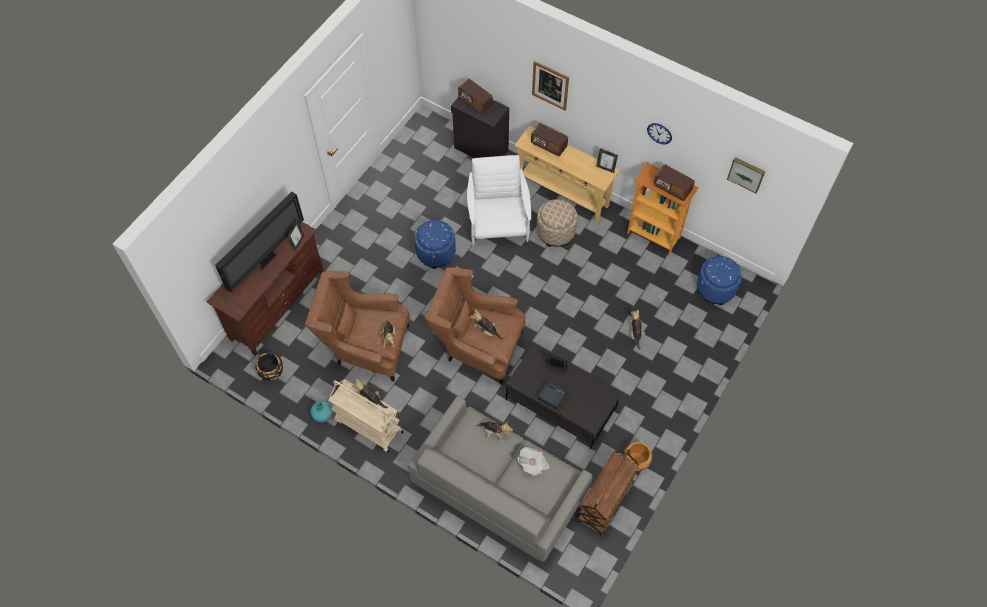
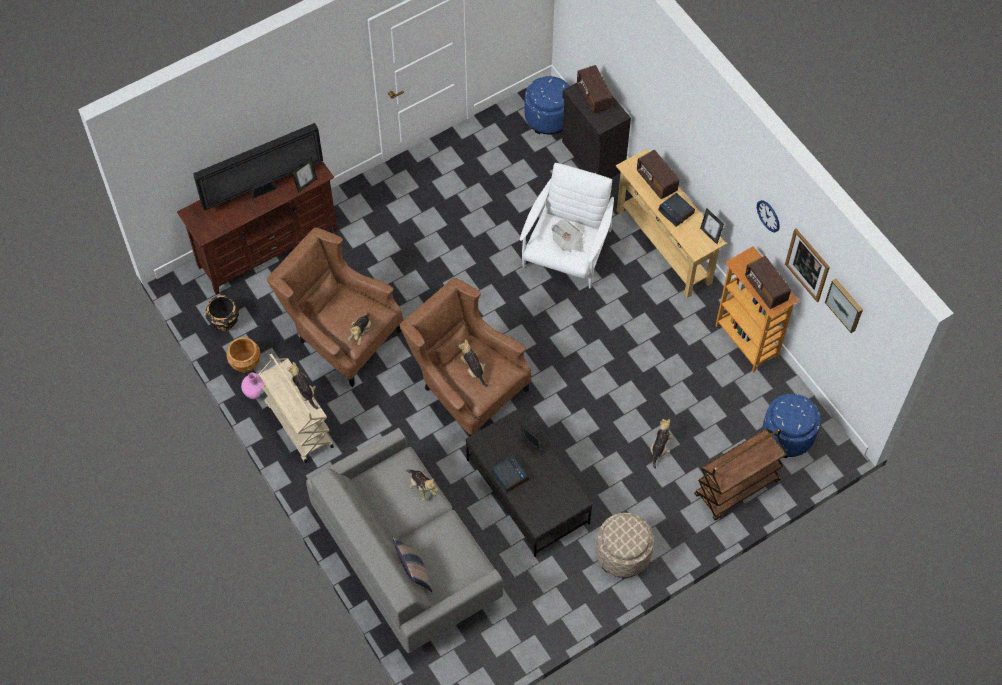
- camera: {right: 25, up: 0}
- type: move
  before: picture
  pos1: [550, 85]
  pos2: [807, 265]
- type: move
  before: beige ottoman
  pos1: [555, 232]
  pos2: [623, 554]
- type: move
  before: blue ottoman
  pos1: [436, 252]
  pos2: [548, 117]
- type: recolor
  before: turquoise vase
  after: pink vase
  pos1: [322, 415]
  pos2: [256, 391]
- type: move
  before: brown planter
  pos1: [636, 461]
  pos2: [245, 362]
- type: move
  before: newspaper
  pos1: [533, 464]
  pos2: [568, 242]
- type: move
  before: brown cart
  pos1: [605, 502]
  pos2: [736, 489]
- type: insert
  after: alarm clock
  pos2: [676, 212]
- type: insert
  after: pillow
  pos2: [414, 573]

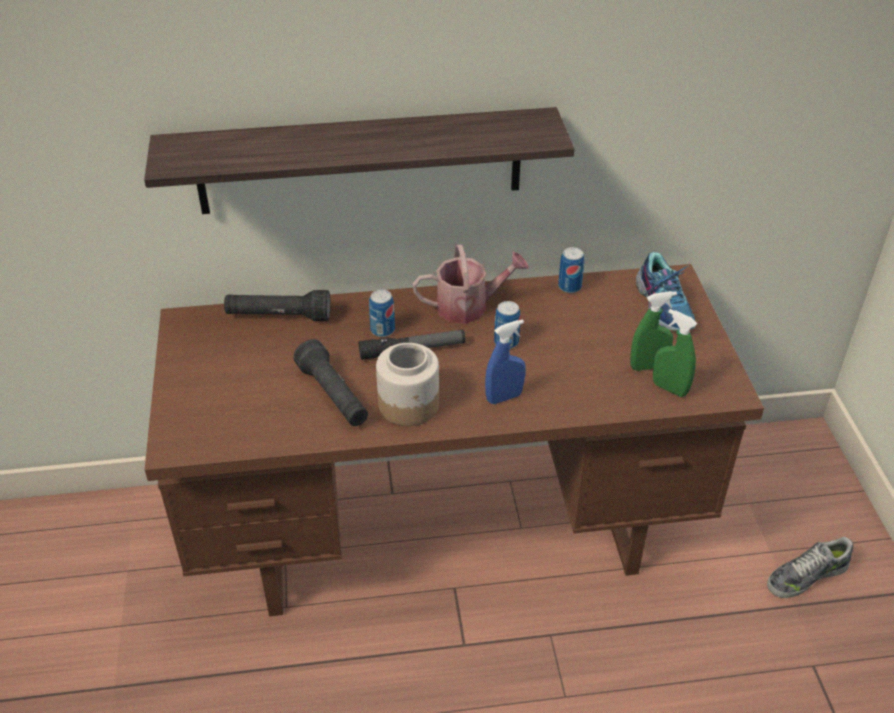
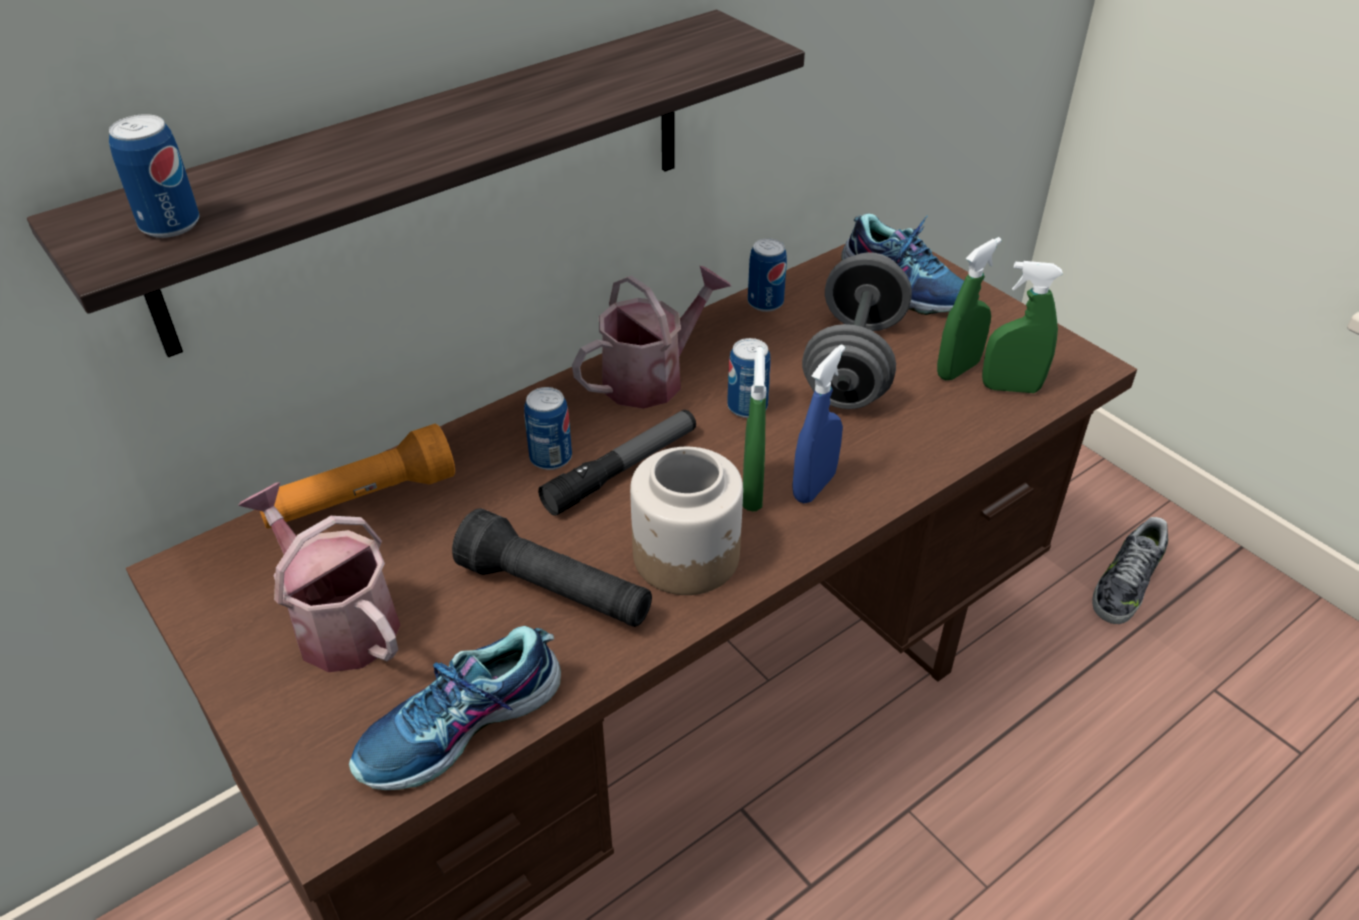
- camera: {right: -30, up: 0}
- type: recolor
  before: black flashlight
  after: orange flashlight
  pos1: [279, 316]
  pos2: [360, 500]
- type: insert
  after: can
  pos2: [170, 225]
- type: insert
  after: grey dumbbell
  pos2: [854, 363]
- type: insert
  after: green spray bottle
  pos2: [752, 492]
- type: insert
  after: watering can
  pos2: [338, 621]
- type: insert
  after: shoe
  pos2: [462, 727]

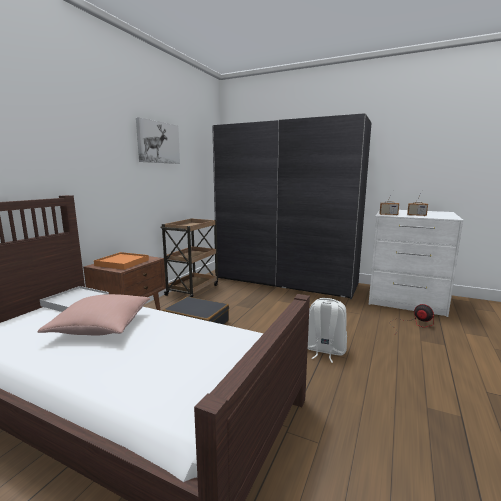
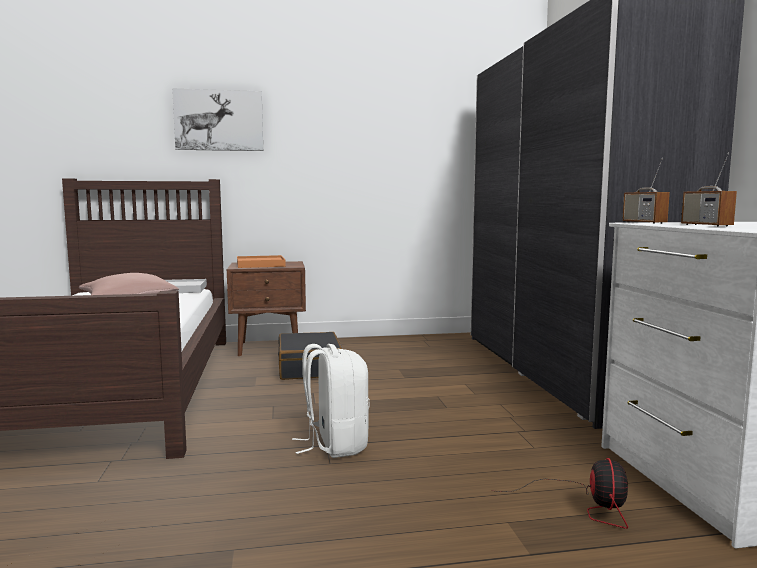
- camera: {right: 55, up: -5}
- type: move
  before: picture
  pos1: [158, 142]
  pos2: [219, 120]
- type: delete
  before: brown cart
  pos1: [193, 289]

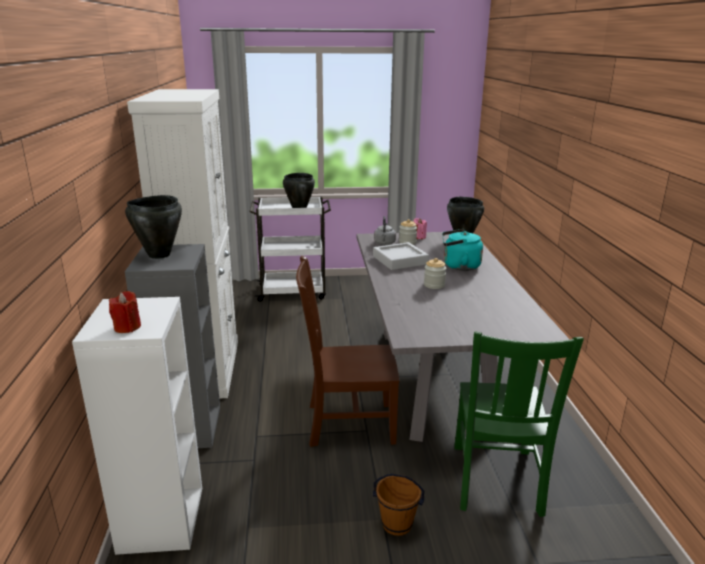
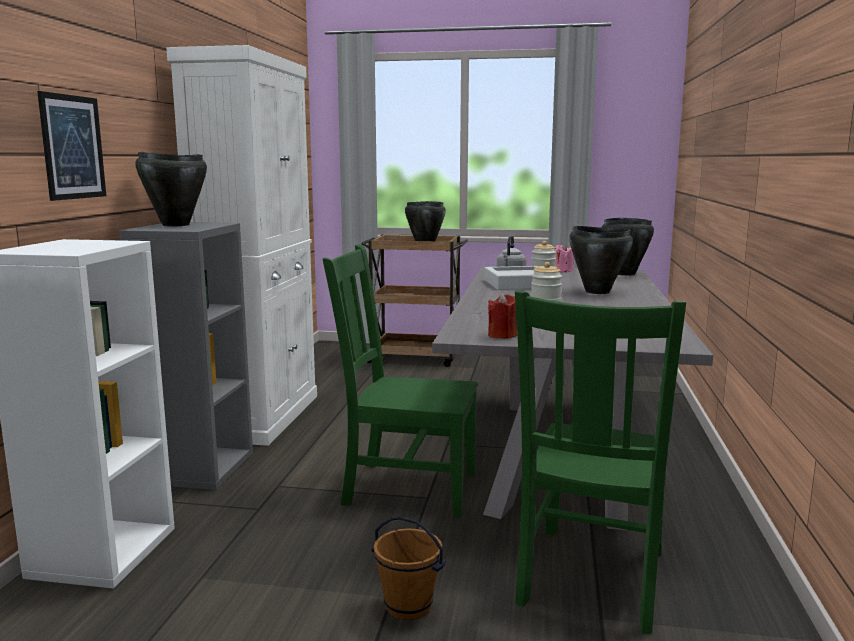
- camera: {right: 15, up: -10}
- type: recolor
  before: white cart
  after: brown cart
  pos1: [293, 292]
  pos2: [416, 357]
- type: replace
  before: turquoise kettle
  after: black cooking pot
  pos1: [459, 266]
  pos2: [597, 292]
- type: recolor
  before: brown chair
  after: green chair
  pos1: [347, 423]
  pos2: [405, 487]
- type: move
  before: red candle
  pos1: [127, 327]
  pos2: [502, 335]
- type: insert
  after: picture
  pos2: [73, 147]

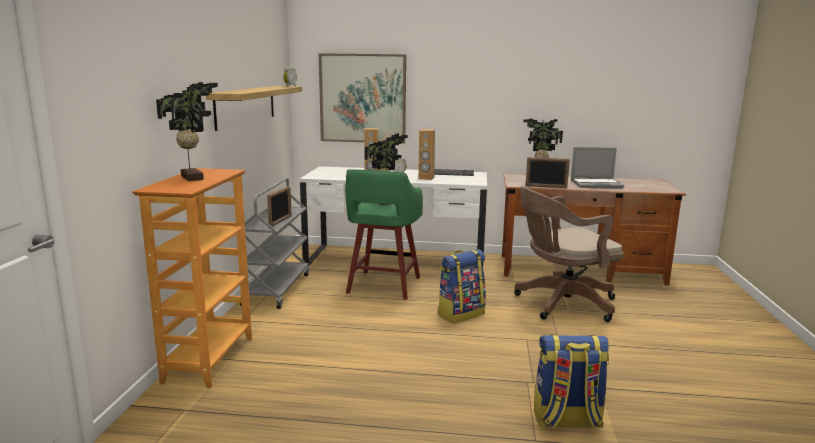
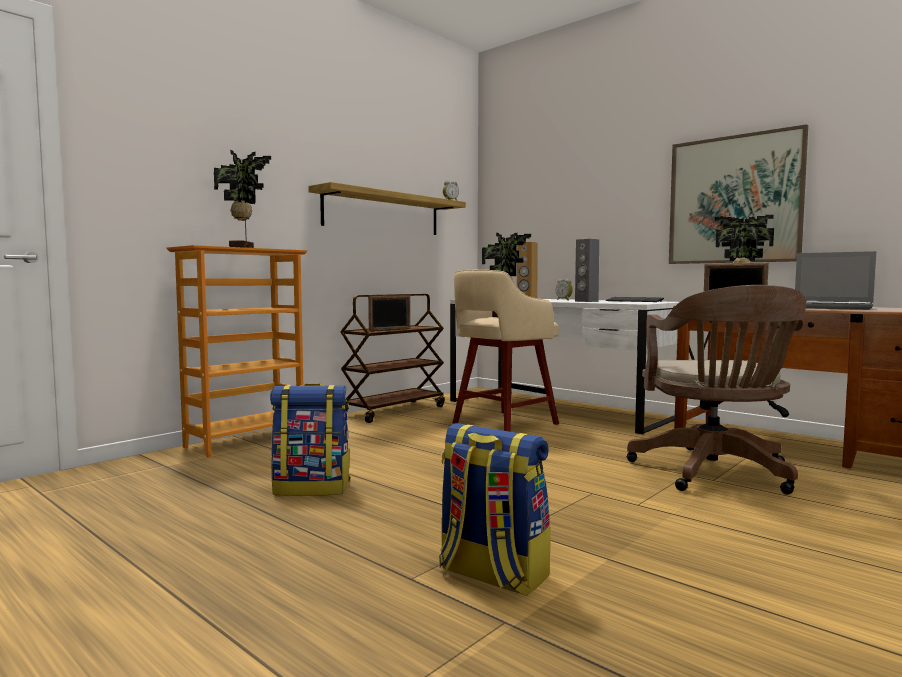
- camera: {right: 35, up: -10}
- type: move
  before: picture
  pos1: [362, 98]
  pos2: [734, 200]
- type: recolor
  before: brown speaker
  after: grey speaker
  pos1: [426, 178]
  pos2: [586, 301]
- type: recolor
  before: green stool
  after: beige stool
  pos1: [383, 286]
  pos2: [502, 424]
- type: recolor
  before: grey cart
  after: brown cart
  pos1: [276, 289]
  pos2: [394, 411]
- type: rotate
  before: brown office chair
  pos1: [561, 304]
  pos2: [715, 474]
  turn: -105
- type: move
  before: backpack
  pos1: [460, 314]
  pos2: [312, 488]

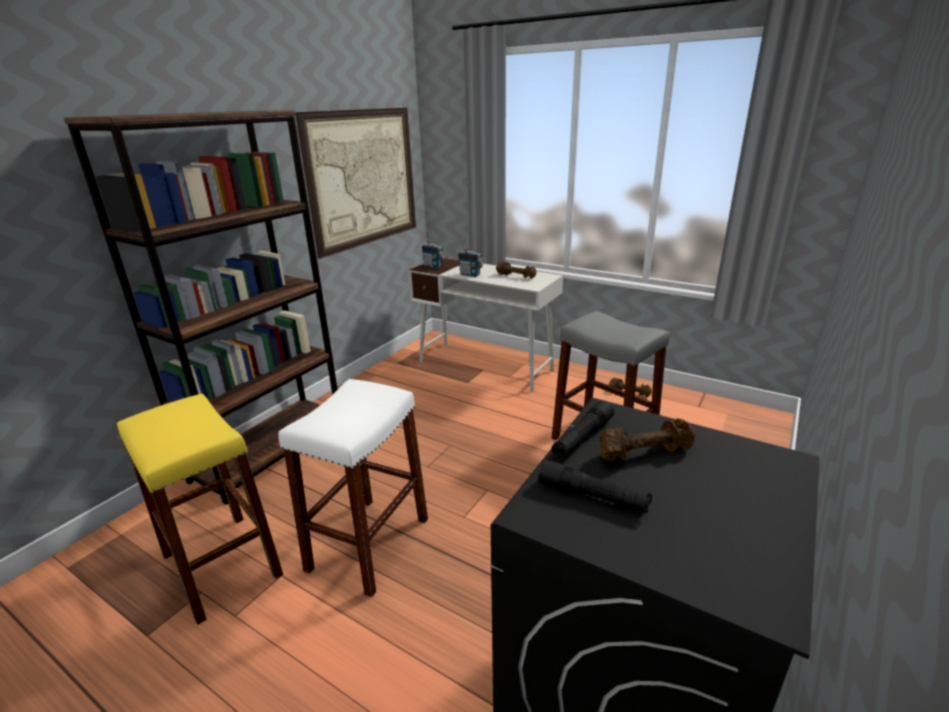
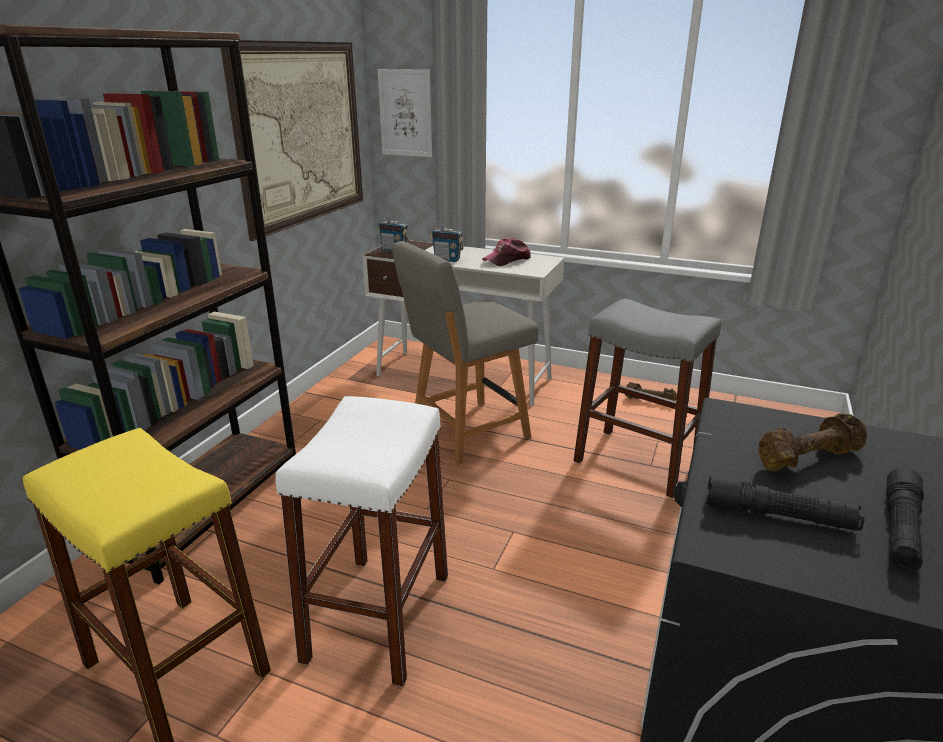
- camera: {right: -10, up: 0}
- type: replace
  before: brown dumbbell
  after: cap
  pos1: [516, 276]
  pos2: [507, 260]
- type: move
  before: black flashlight
  pos1: [582, 437]
  pos2: [900, 530]
- type: insert
  after: picture
  pos2: [405, 113]
- type: insert
  after: grey chair
  pos2: [466, 432]

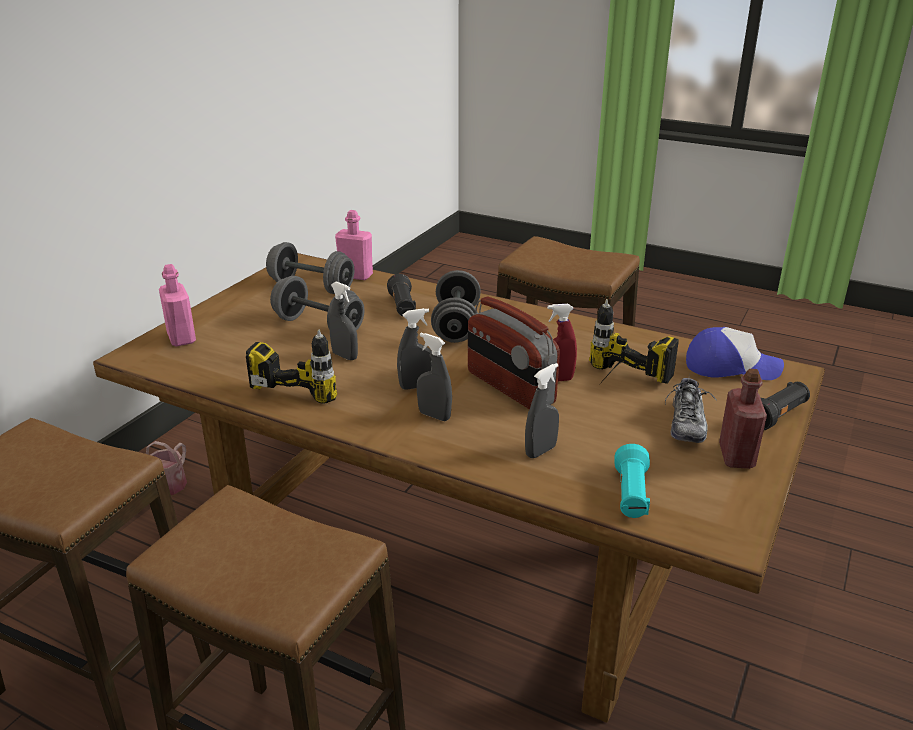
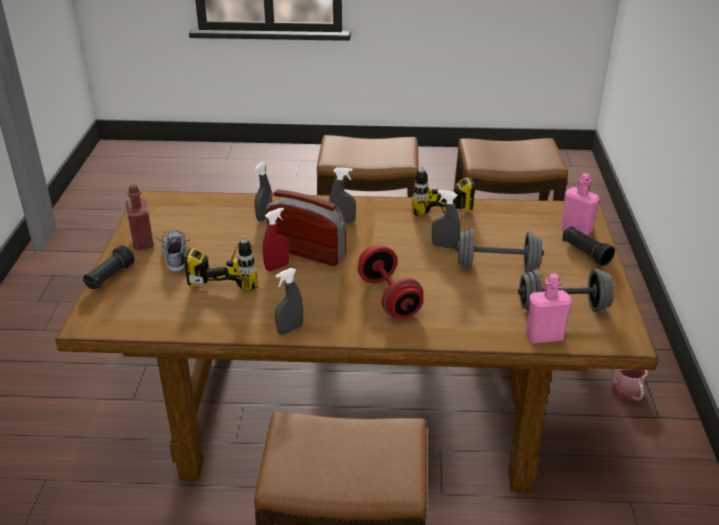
- camera: {right: 155, up: 5}
- type: recolor
  before: grey dumbbell
  after: red dumbbell
  pos1: [456, 326]
  pos2: [389, 298]
- type: move
  before: black flashlight
  pos1: [402, 307]
  pos2: [585, 253]
- type: move
  before: grey spray bottle
  pos1: [416, 386]
  pos2: [290, 329]
- type: delete
  before: cap
  pos1: [731, 367]
- type: delete
  before: turquoise flashlight
  pos1: [631, 496]

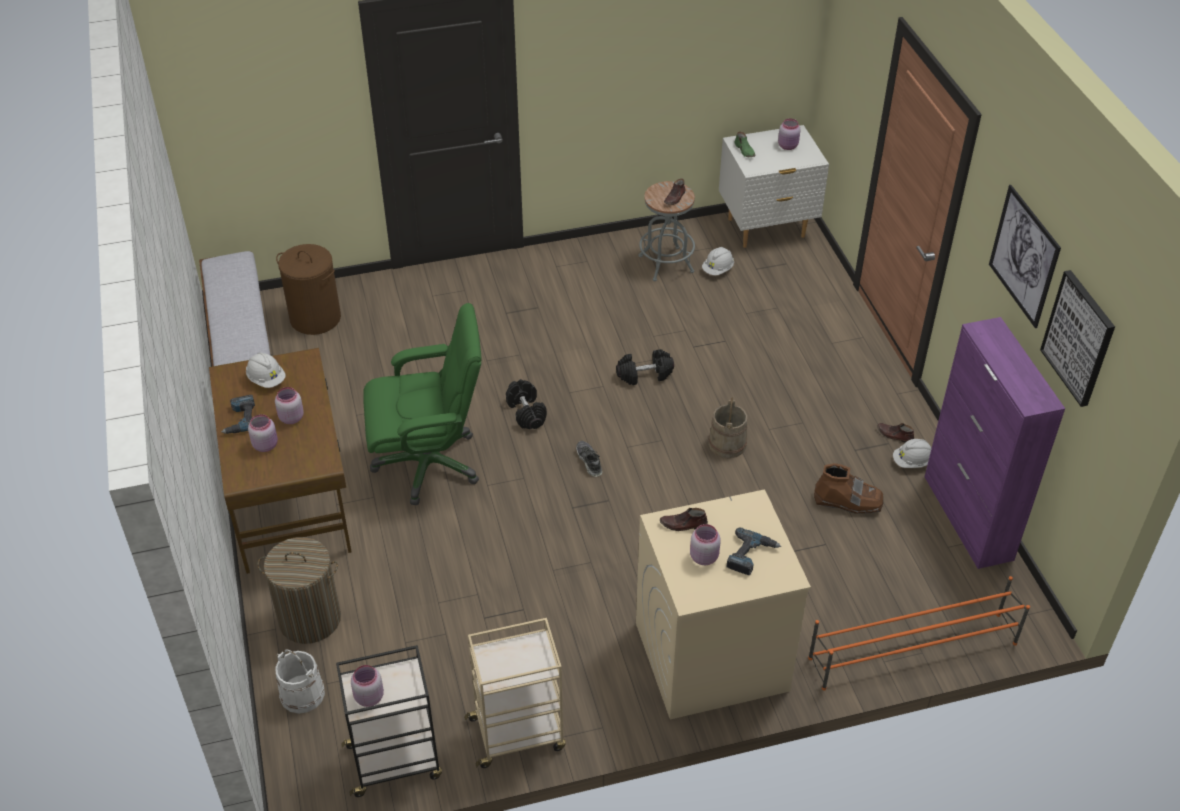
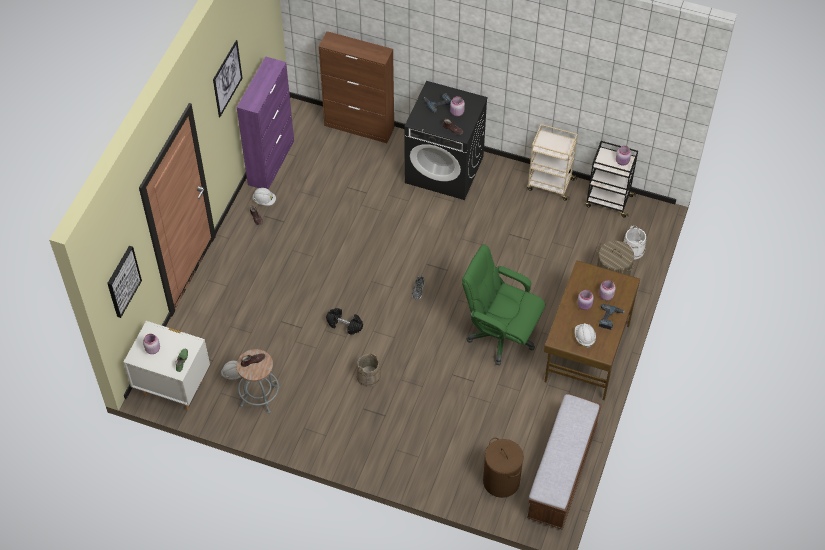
- camera: {right: -145, up: 10}
- type: move
  before: picture
  pos1: [1079, 338]
  pos2: [123, 281]
- type: delete
  before: black dumbbell
  pos1: [526, 412]
- type: move
  before: beige bucket
  pos1: [727, 444]
  pos2: [368, 376]
- type: delete
  before: brown boot
  pos1: [848, 501]
- type: recolor
  before: beige washing machine
  after: black washing machine
  pos1: [710, 657]
  pos2: [445, 169]
- type: replace
  before: orange shoe rack
  after: brown cabinet
  pos1: [911, 650]
  pos2: [359, 127]

